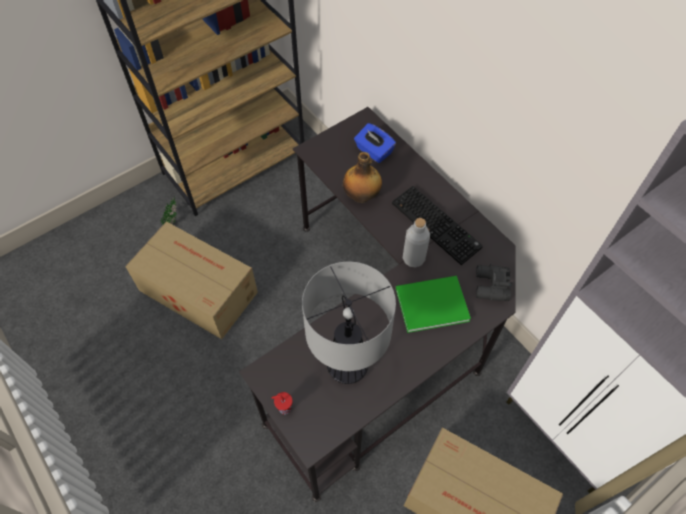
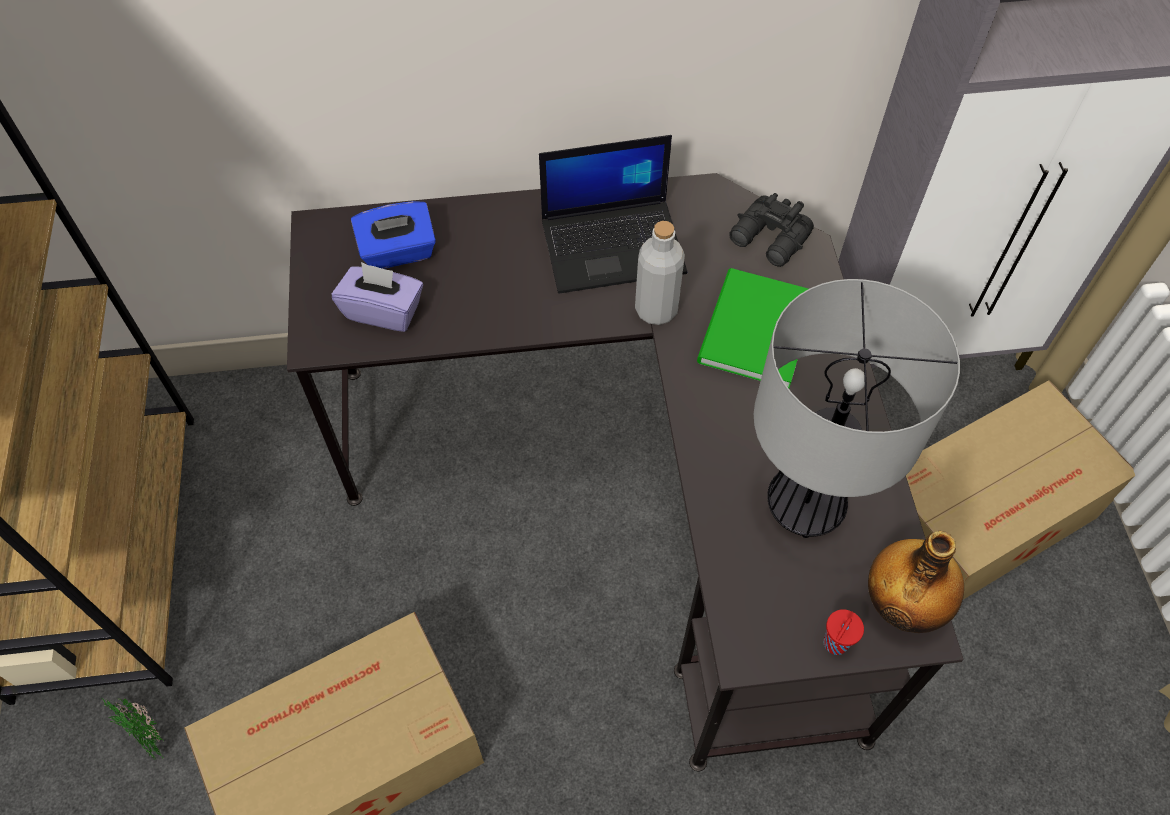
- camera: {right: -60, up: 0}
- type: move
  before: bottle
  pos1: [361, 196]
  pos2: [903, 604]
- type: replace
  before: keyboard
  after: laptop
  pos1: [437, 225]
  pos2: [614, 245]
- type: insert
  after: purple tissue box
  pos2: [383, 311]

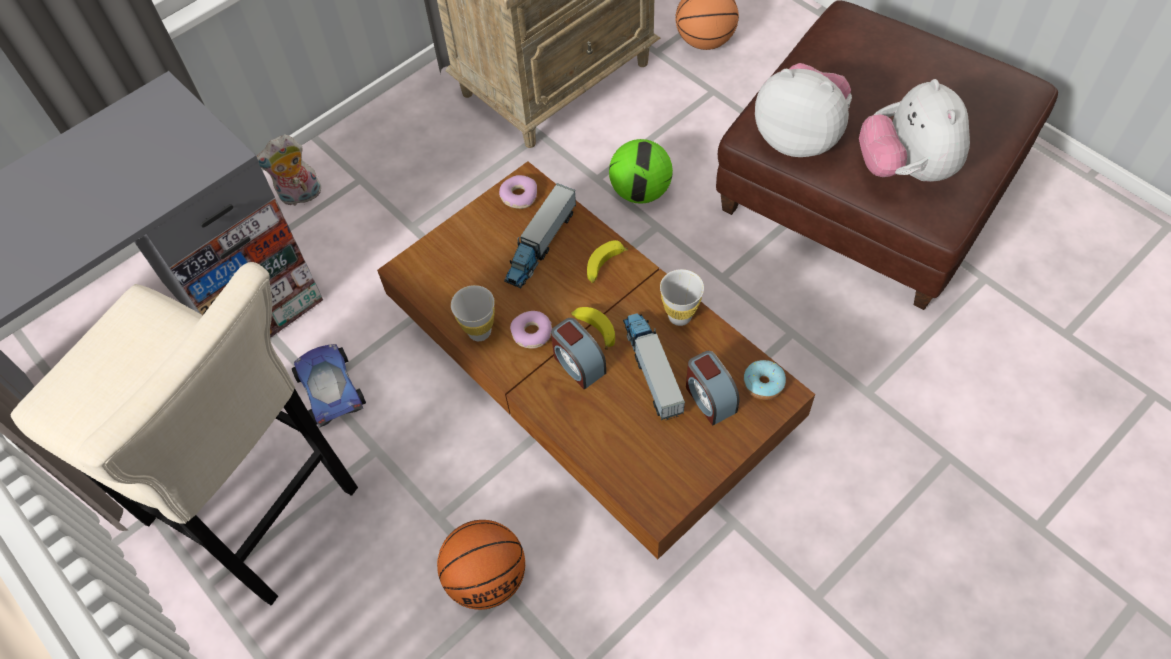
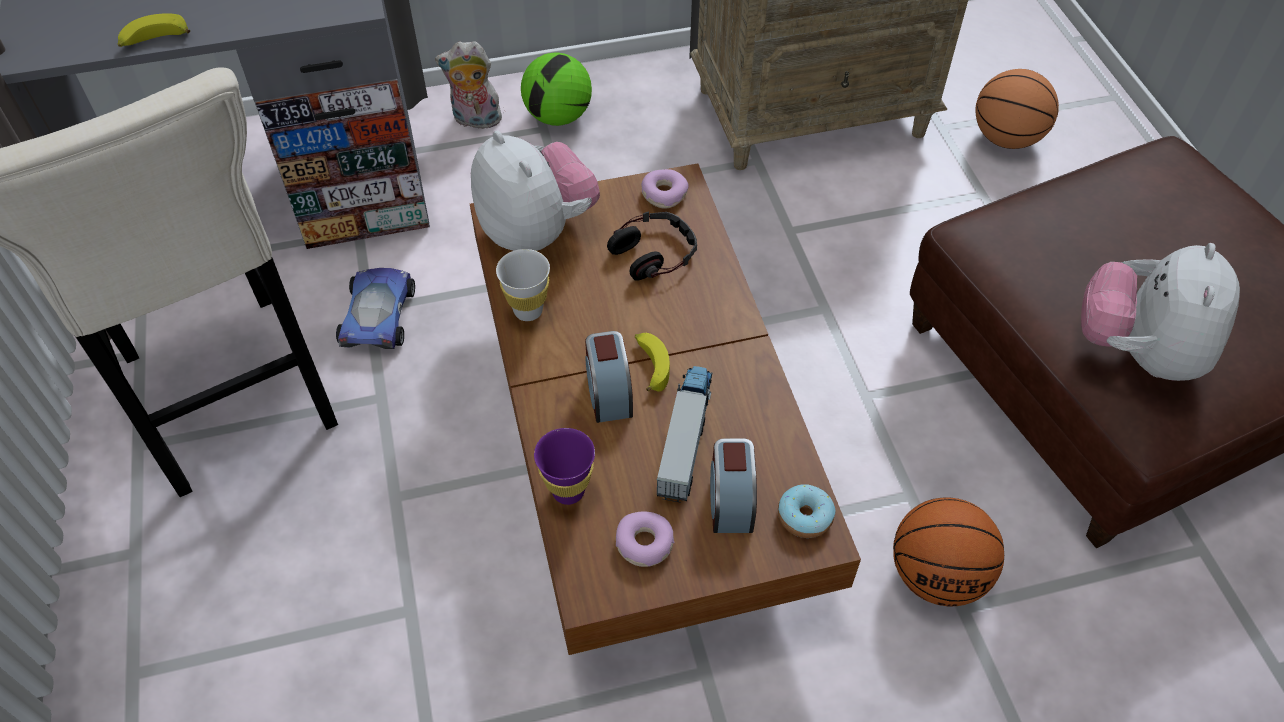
- camera: {right: 25, up: -5}
- type: move
  before: plush toy
  pos1: [799, 138]
  pos2: [537, 231]
- type: move
  before: football
  pos1: [640, 192]
  pos2: [558, 117]
- type: replace
  before: toy truck
  after: headphones
  pos1: [541, 245]
  pos2: [653, 253]
- type: move
  before: banana
  pos1: [604, 266]
  pos2: [155, 41]
- type: delete
  before: white cup
  pos1: [680, 316]
- type: move
  before: donut
  pos1: [532, 333]
  pos2: [644, 544]
- type: move
  before: basketball
  pos1: [487, 578]
  pos2: [936, 575]
- type: insert
  after: purple cup
  pos2: [568, 491]

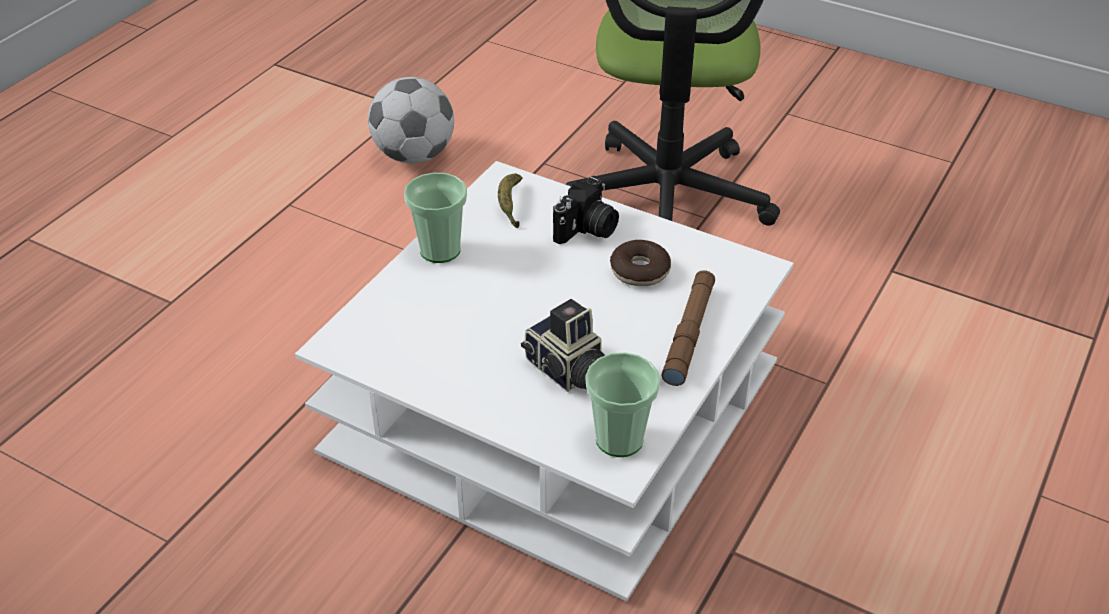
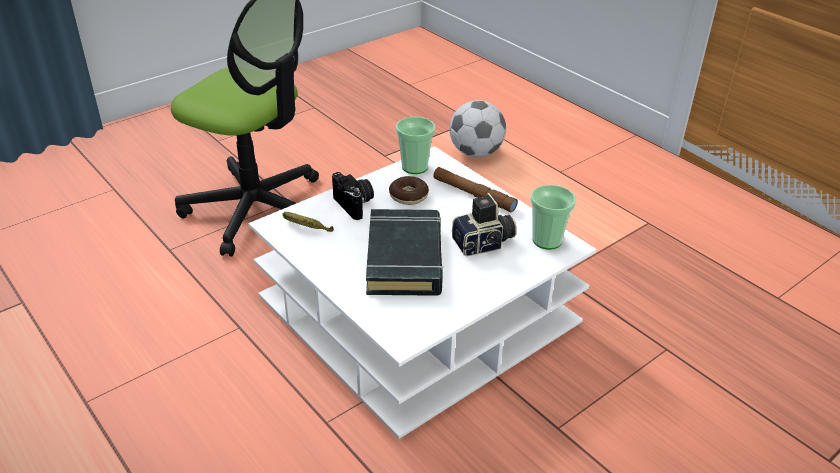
- camera: {right: -70, up: -5}
- type: move
  before: football
  pos1: [415, 155]
  pos2: [476, 153]
- type: move
  before: cup
  pos1: [440, 250]
  pos2: [414, 167]
- type: insert
  after: black book
  pos2: [405, 259]

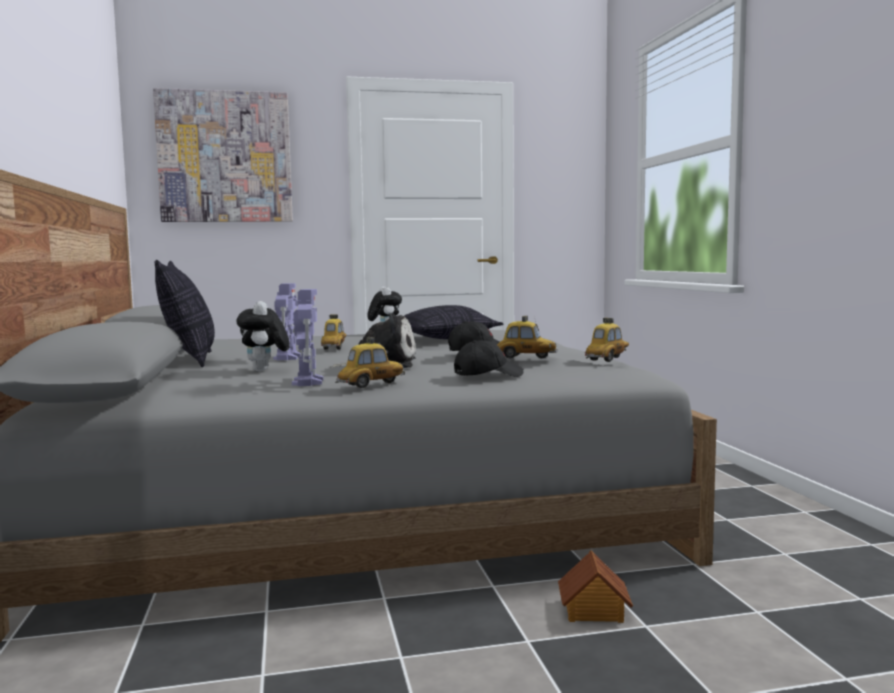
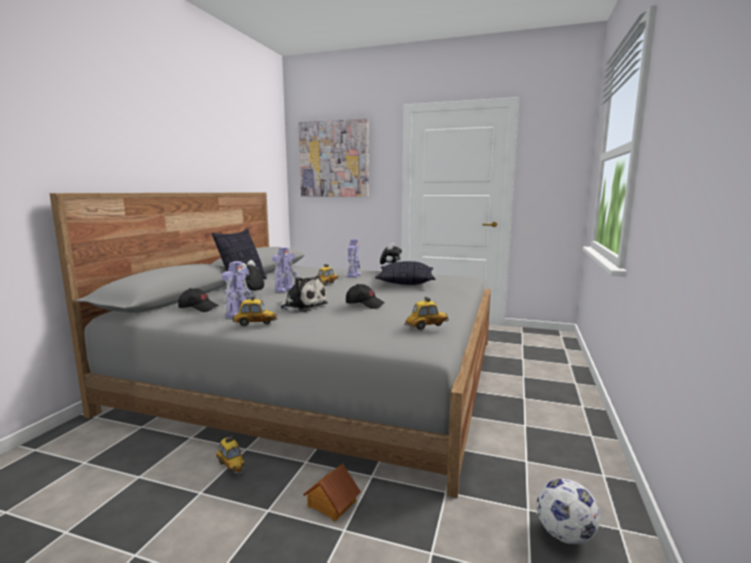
- camera: {right: 30, up: 5}
- type: move
  before: toy car
  pos1: [525, 357]
  pos2: [231, 465]
- type: move
  before: black cap
  pos1: [487, 375]
  pos2: [199, 308]
- type: insert
  after: toy robot
  pos2: [354, 275]
- type: insert
  after: football
  pos2: [565, 535]

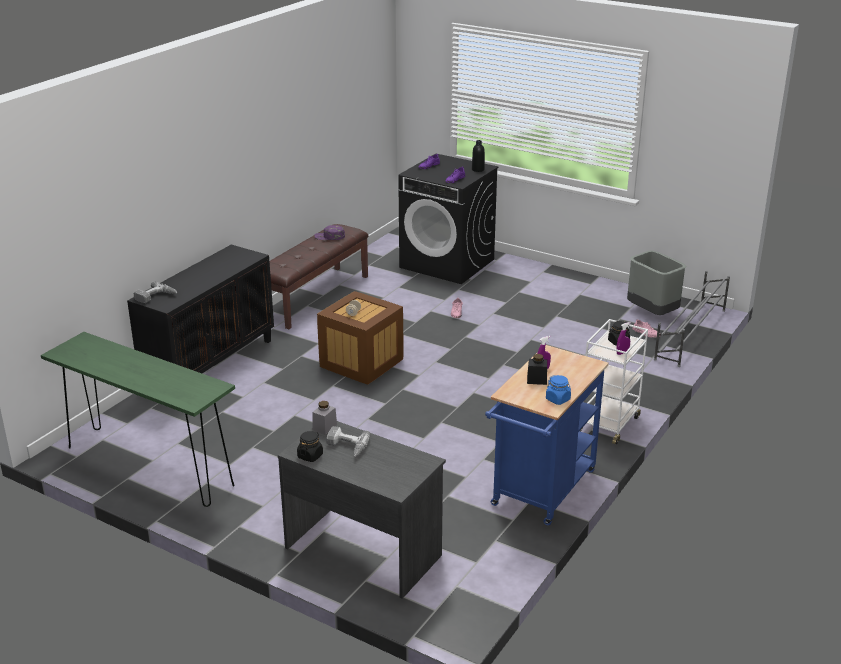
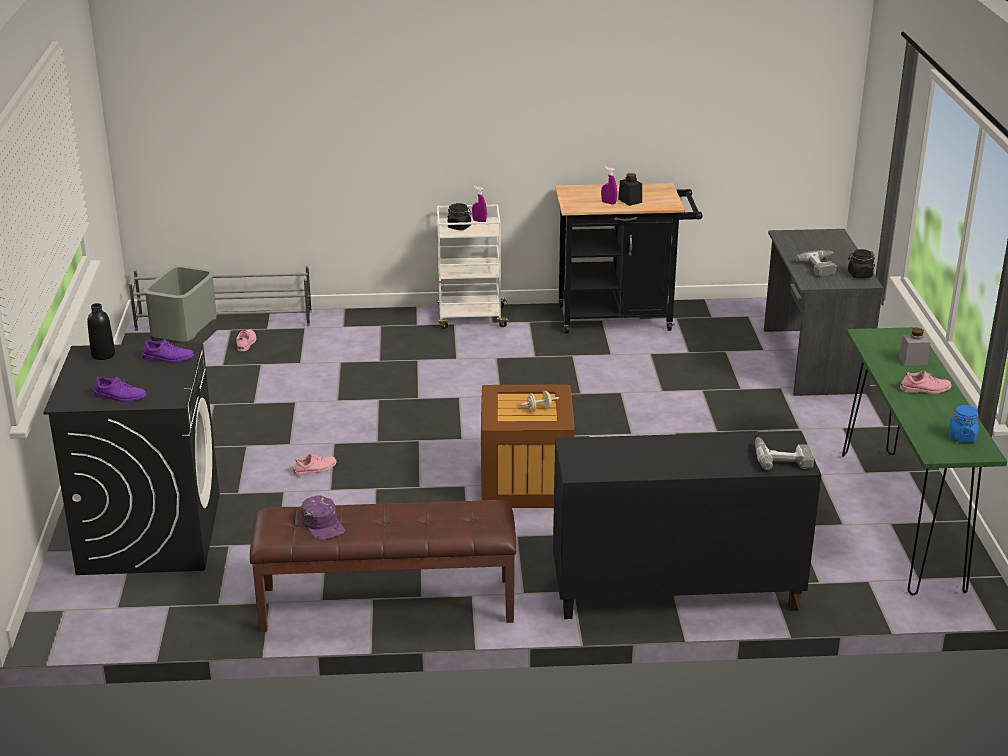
- camera: {right: -125, up: 0}
- type: recolor
  before: blue cart
  after: black cart
  pos1: [541, 492]
  pos2: [622, 317]
- type: move
  before: blue jar
  pos1: [558, 399]
  pos2: [962, 436]
- type: move
  before: grey jar
  pos1: [324, 427]
  pos2: [913, 360]
- type: insert
  after: pink shoe
  pos2: [925, 389]

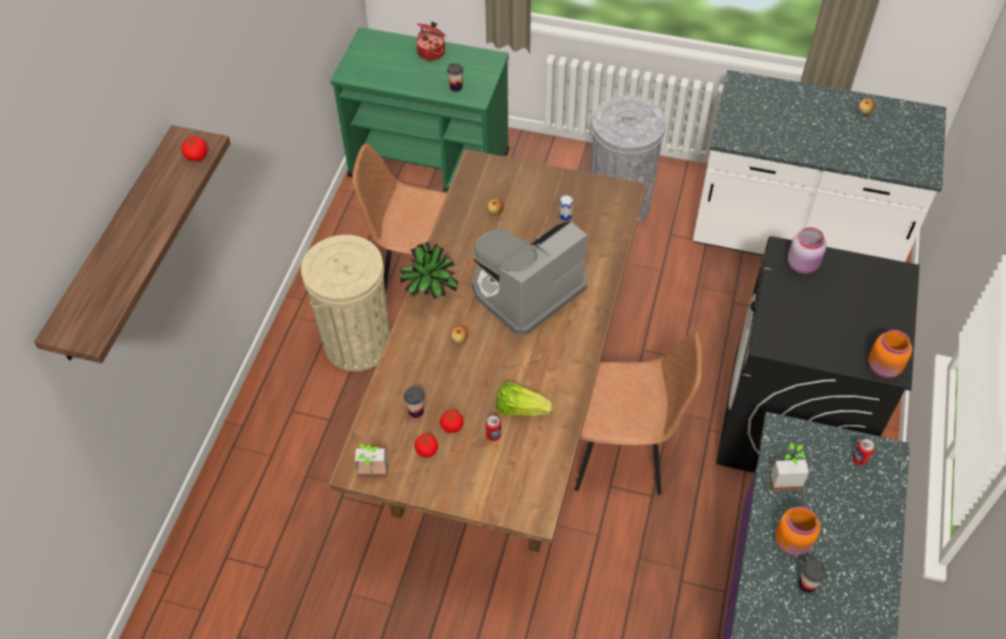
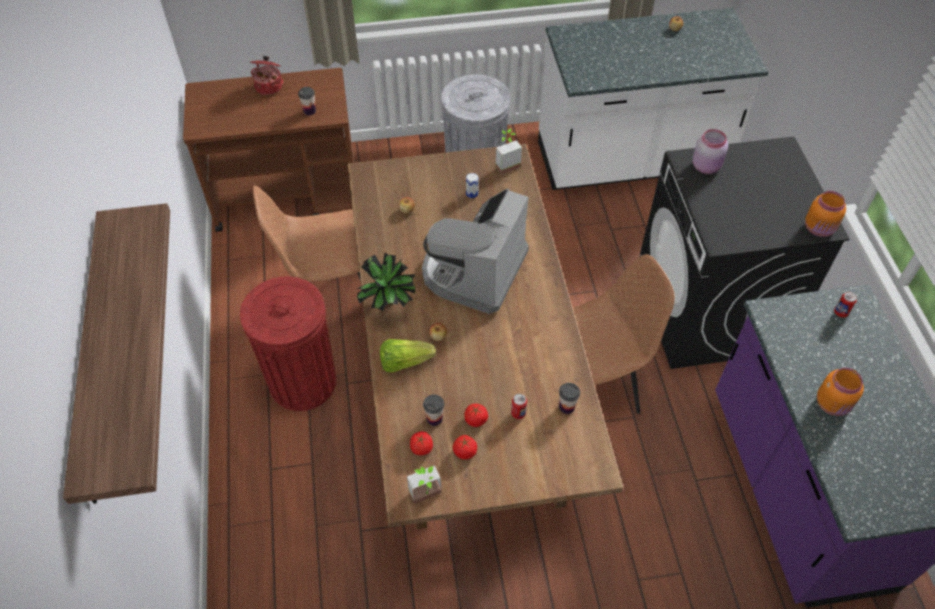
- camera: {right: -25, up: 0}
- type: recolor
  before: green cart
  after: brown cart
  pos1: [430, 165]
  pos2: [289, 197]
- type: move
  before: tomato
  pos1: [197, 156]
  pos2: [421, 448]
- type: recolor
  before: beige trash can
  after: red trash can
  pos1: [357, 343]
  pos2: [302, 381]
- type: move
  before: lettuce
  pos1: [520, 409]
  pos2: [404, 362]
- type: move
  before: potted plant
  pos1: [784, 478]
  pos2: [505, 164]
- type: move
  before: cup
  pos1: [807, 584]
  pos2: [566, 407]

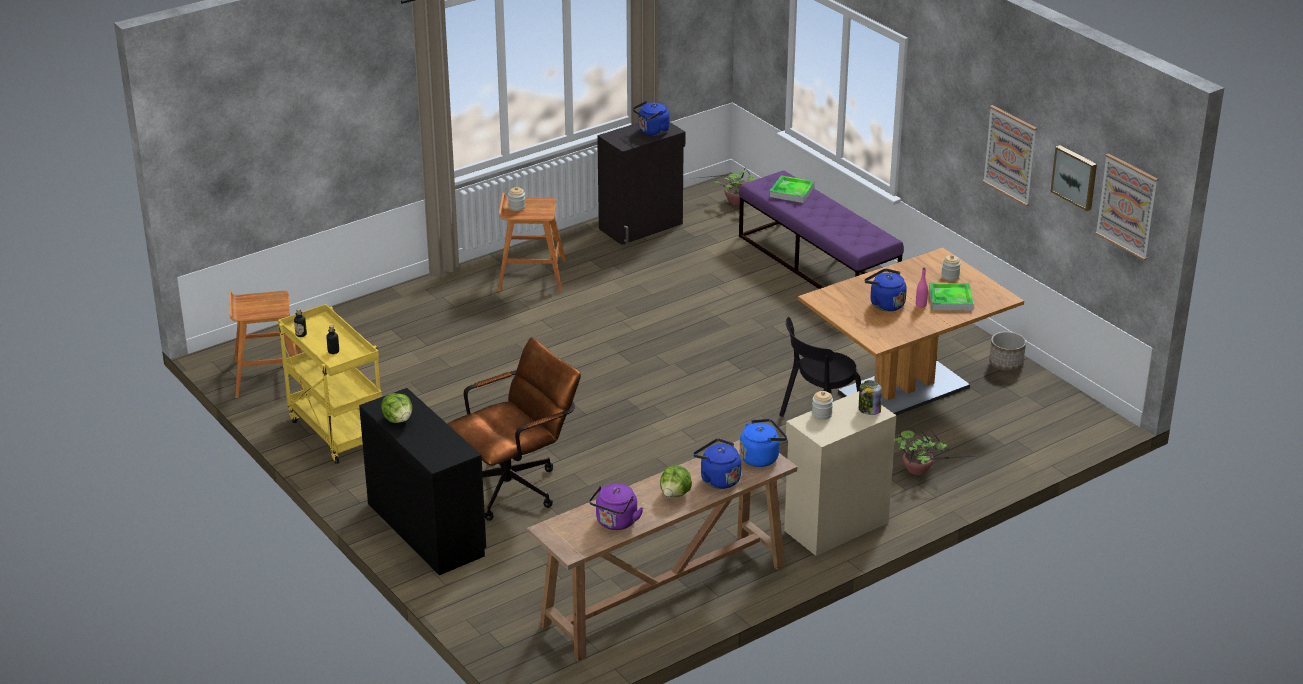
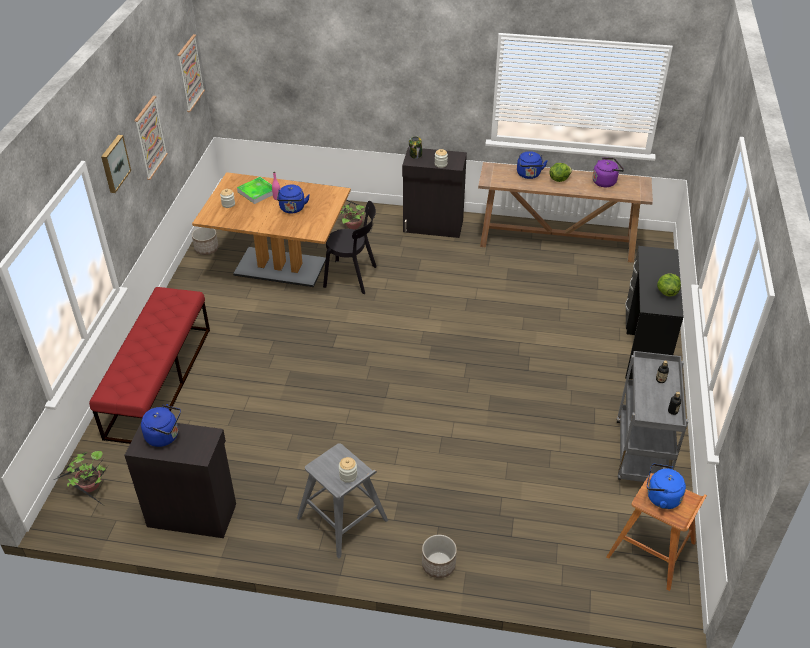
- camera: {right: -135, up: 10}
- type: move
  before: picture
  pos1: [1075, 177]
  pos2: [114, 163]
- type: recolor
  before: purple bench
  after: red bench
  pos1: [817, 265]
  pos2: [159, 381]
- type: delete
  before: tray
  pos1: [792, 192]
- type: recolor
  before: brown stool
  after: grey stool
  pos1: [531, 275]
  pos2: [343, 520]
- type: recolor
  before: yellow cart
  after: grey cart
  pos1: [335, 432]
  pos2: [642, 455]
- type: delete
  before: brown office chair
  pos1: [516, 486]
- type: recolor
  before: beige cabinet
  after: black cabinet
  pos1: [834, 526]
  pos2: [433, 226]
- type: move
  before: blue kettle
  pos1: [761, 457]
  pos2: [660, 497]
- type: insert
  after: planter
  pos2: [438, 565]

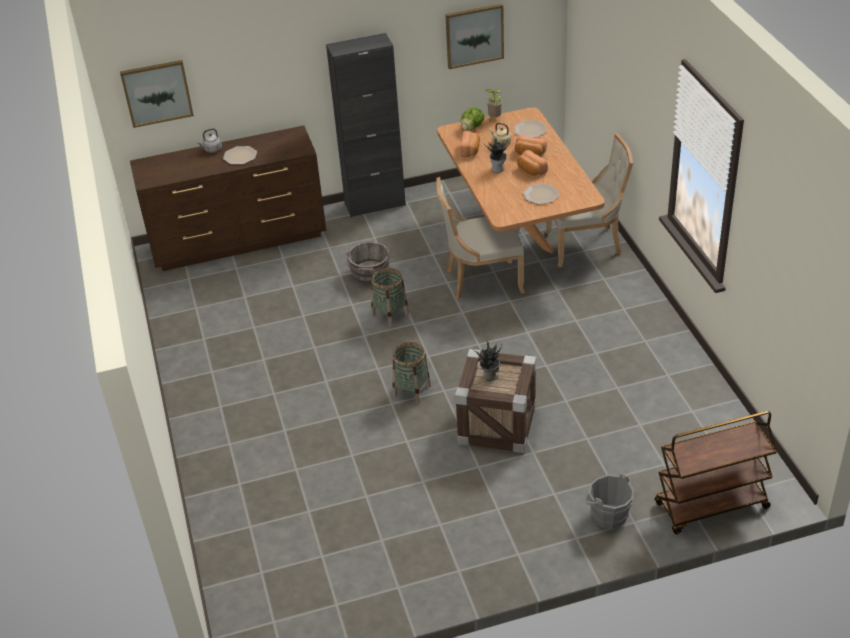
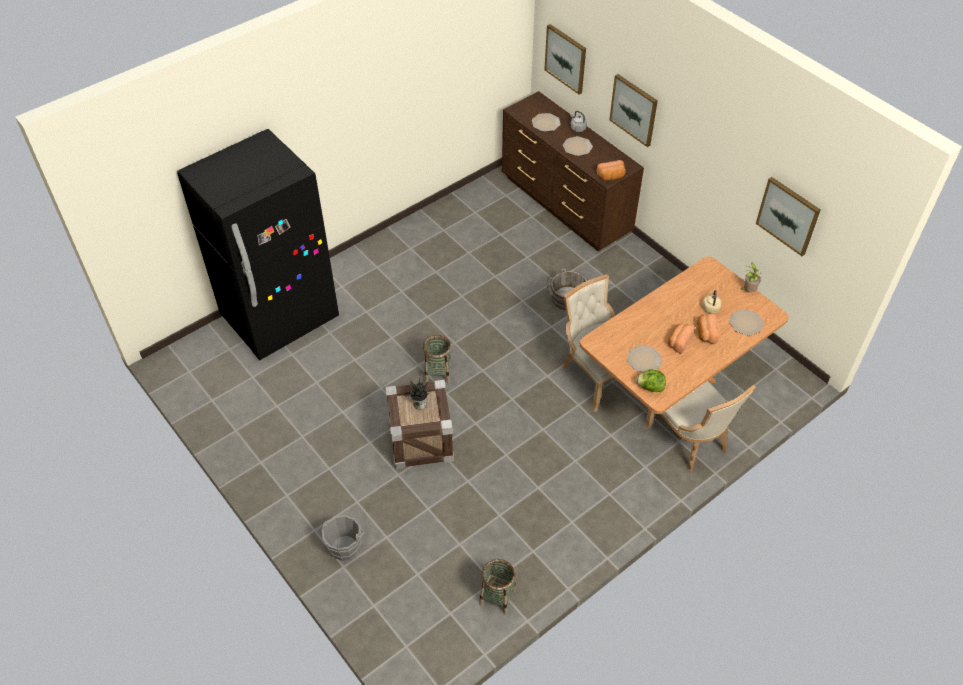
- camera: {right: 65, up: 10}
- type: delete
  before: black cabinet
  pos1: [375, 204]
- type: move
  before: lettuce
  pos1: [471, 128]
  pos2: [650, 387]
- type: move
  before: bread
  pos1: [470, 150]
  pos2: [611, 176]
- type: delete
  before: potted plant
  pos1: [498, 169]
- type: move
  before: basket
  pos1: [390, 314]
  pos2: [497, 596]
- type: delete
  before: brown cart
  pos1: [711, 506]
- type: insert
  after: picture
  pos2: [634, 109]
- type: insert
  after: plate
  pos2: [545, 123]
- type: insert
  after: black fridge
  pos2: [280, 318]

